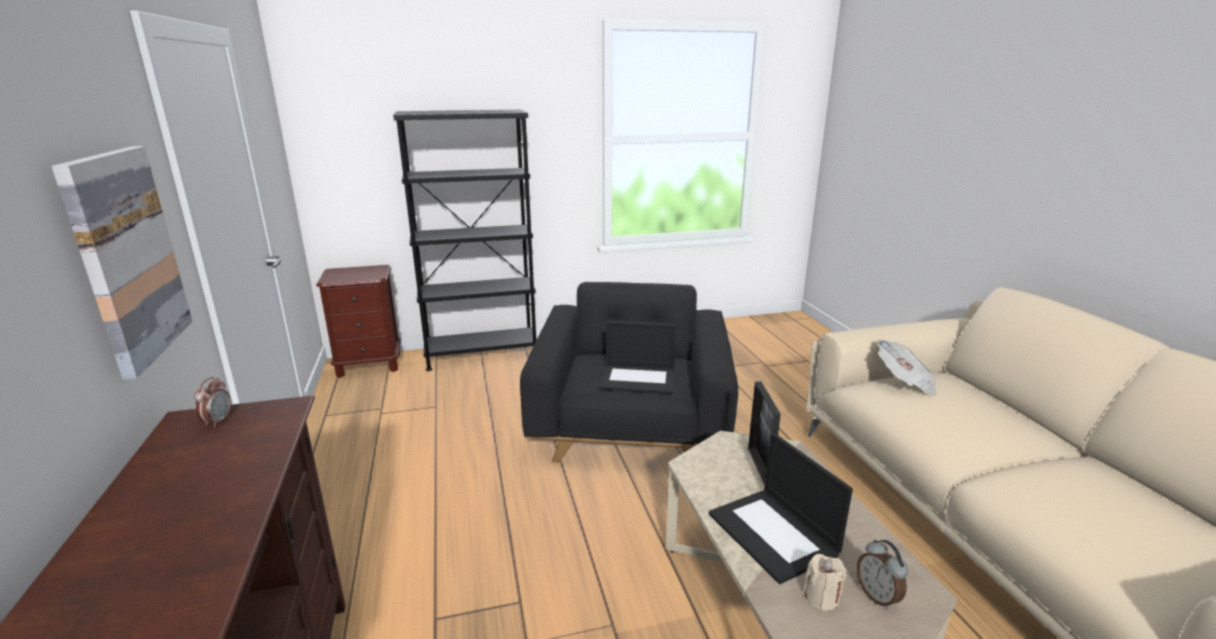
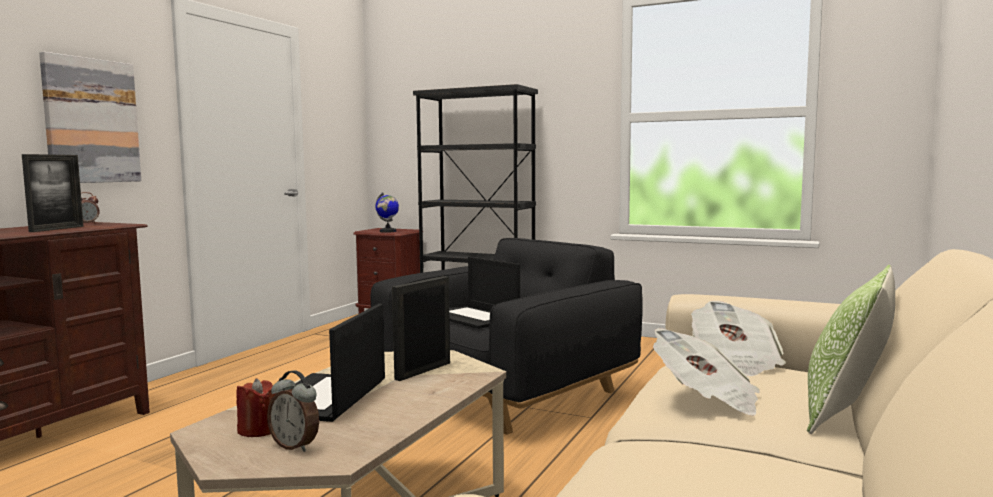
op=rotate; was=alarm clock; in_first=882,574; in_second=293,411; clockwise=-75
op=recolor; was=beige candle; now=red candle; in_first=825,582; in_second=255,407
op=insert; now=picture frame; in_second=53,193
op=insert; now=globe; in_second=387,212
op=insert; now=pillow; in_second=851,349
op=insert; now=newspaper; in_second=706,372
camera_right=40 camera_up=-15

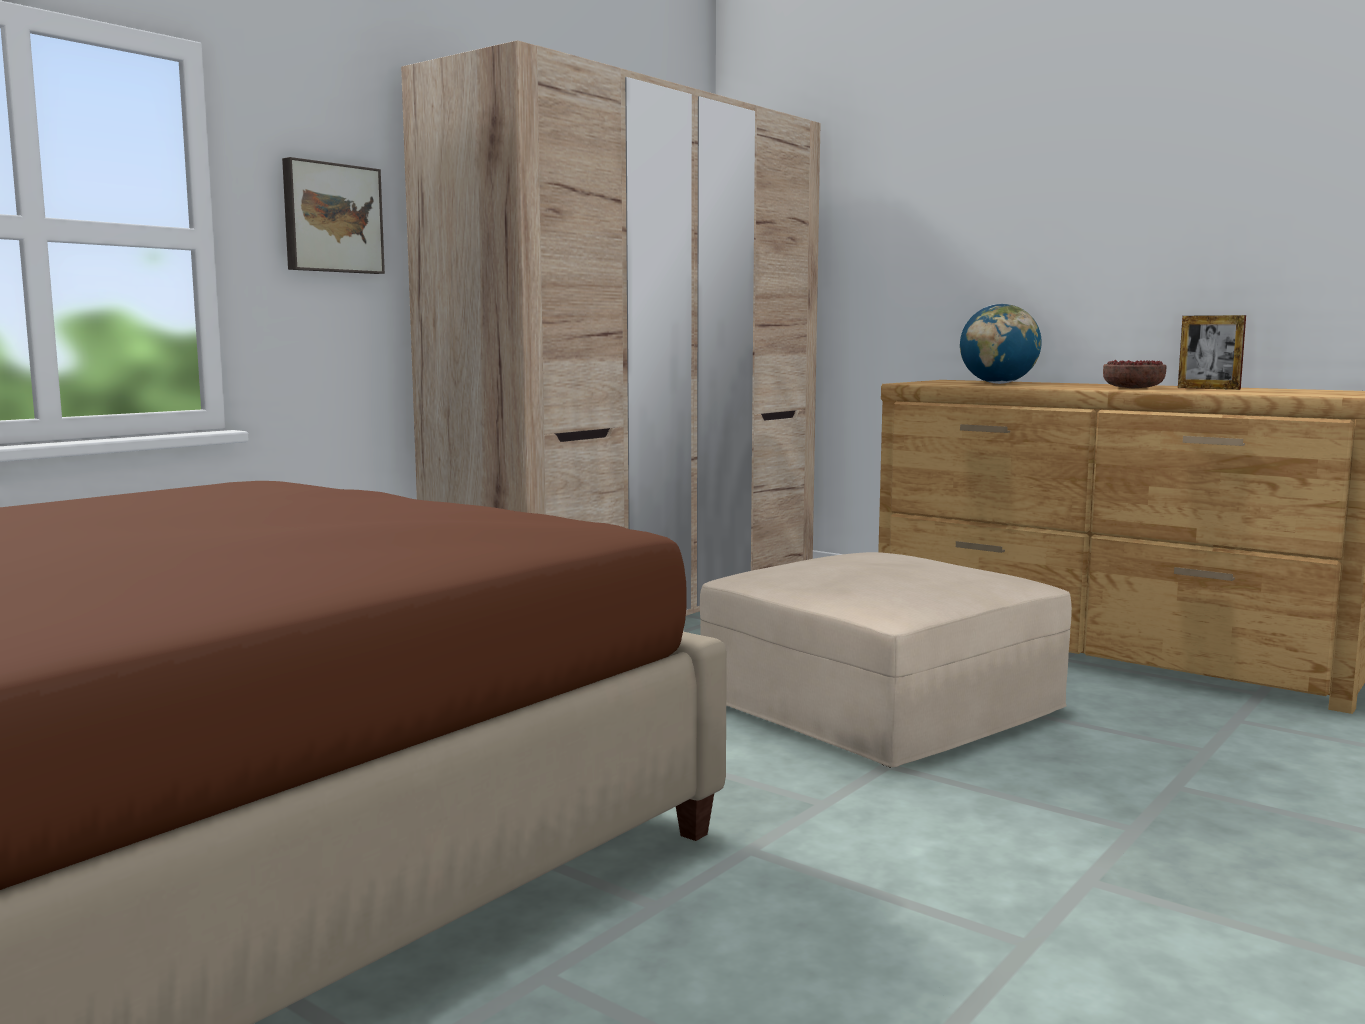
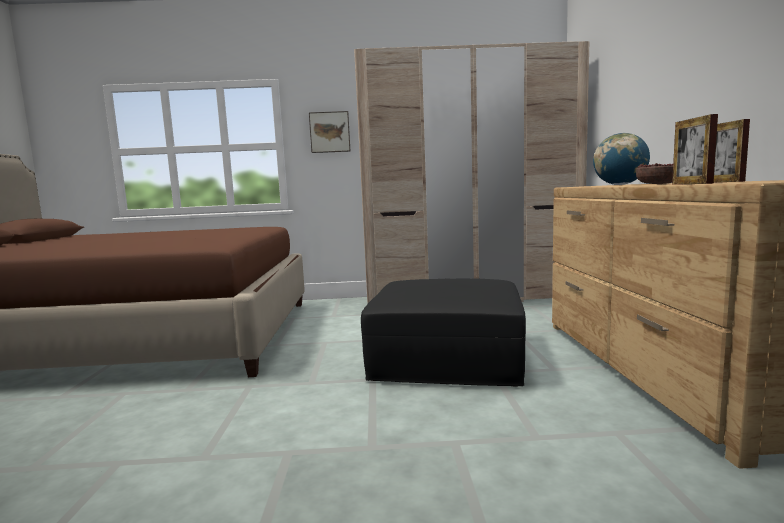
op=recolor; was=beige ottoman; now=black ottoman; in_first=886,660; in_second=443,332
op=insert; now=picture frame; in_second=695,149
camera_right=50 camera_up=0

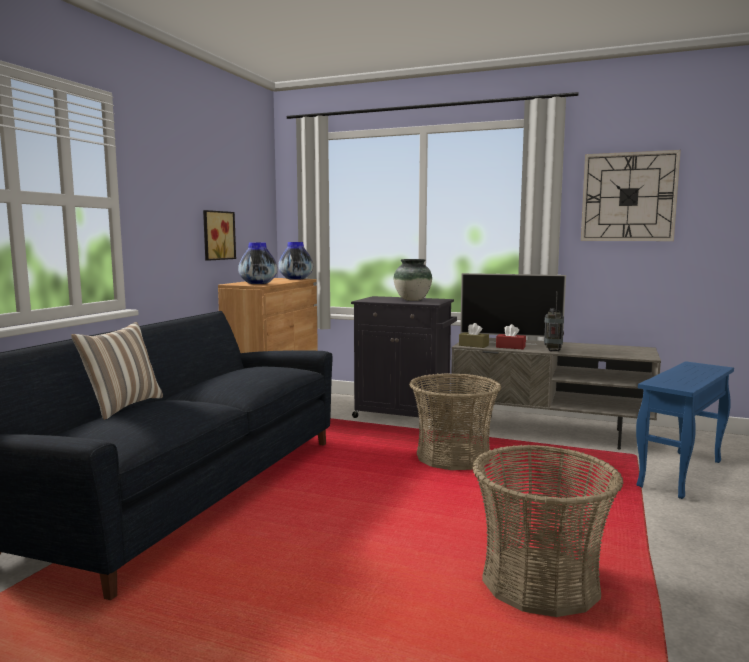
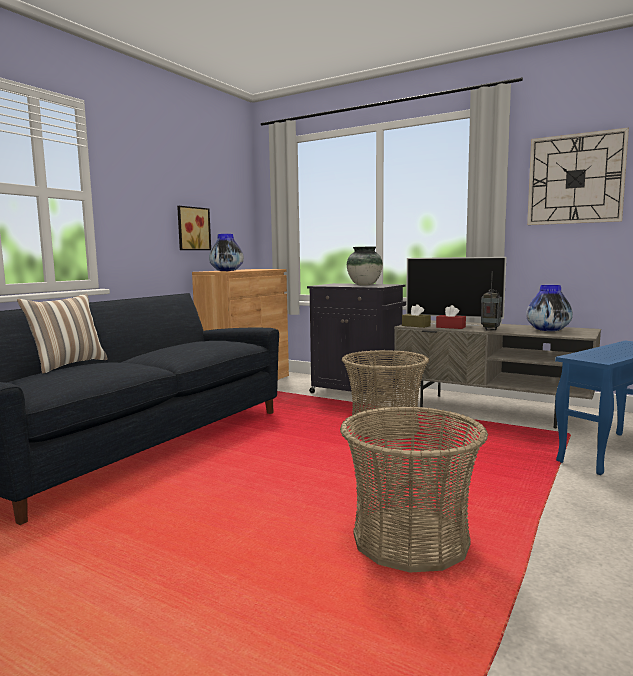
op=move; was=vase; in_first=295,261; in_second=549,308
camera_right=10 camera_up=0

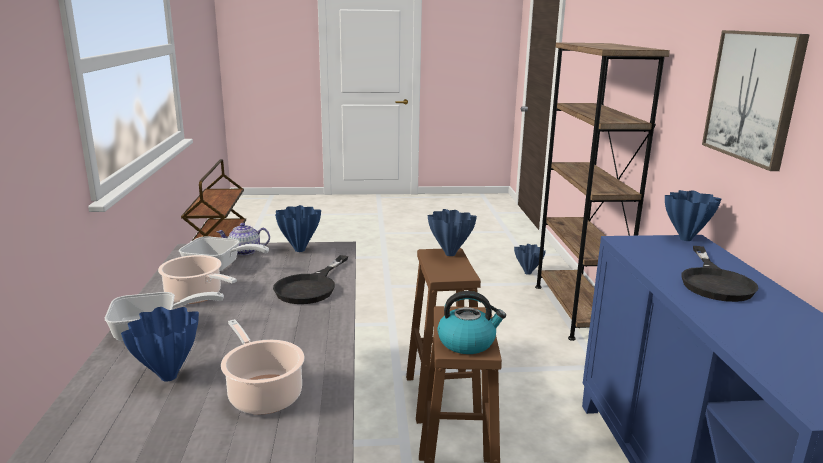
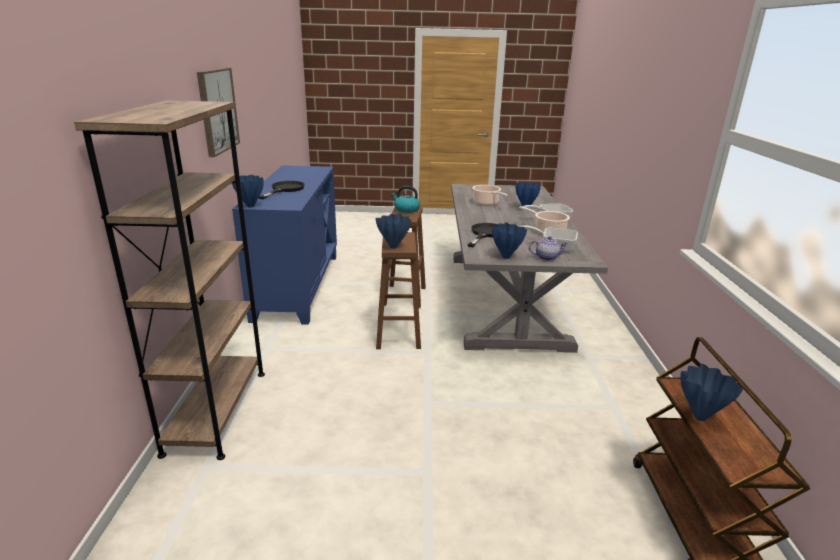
op=move; was=blue vase; in_first=530,259; in_second=711,392
camera_right=-175 camera_up=5

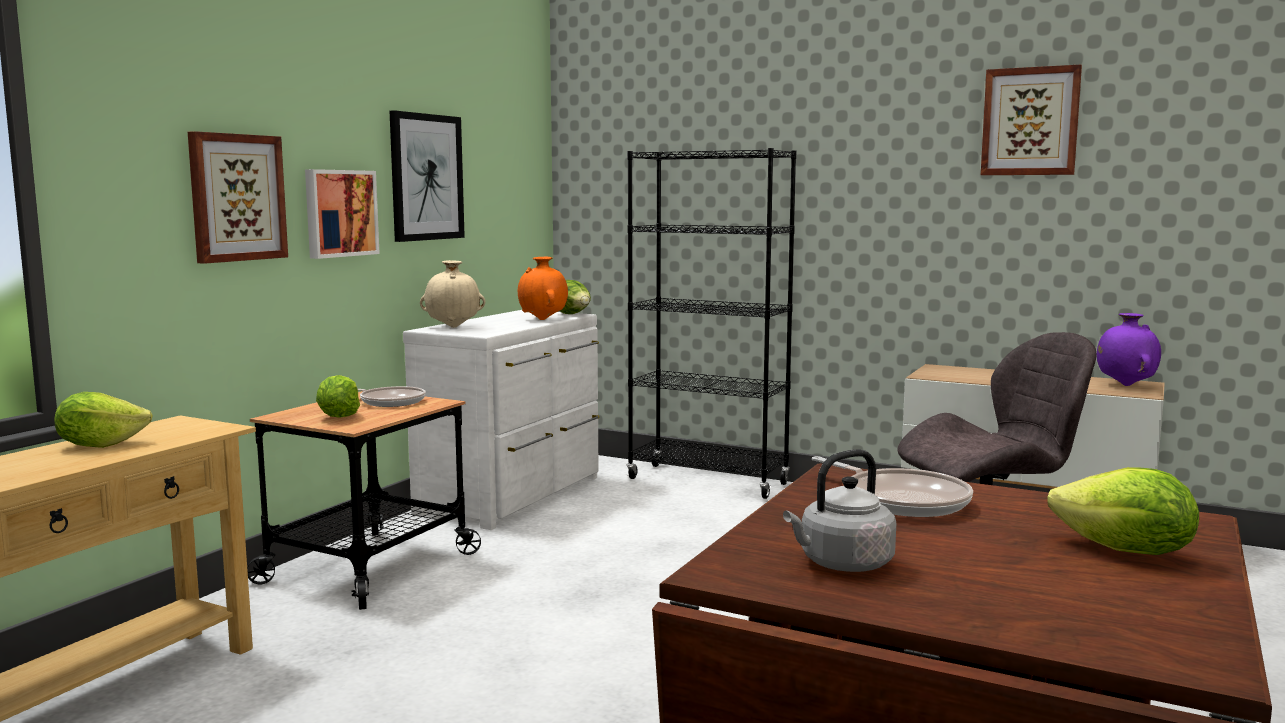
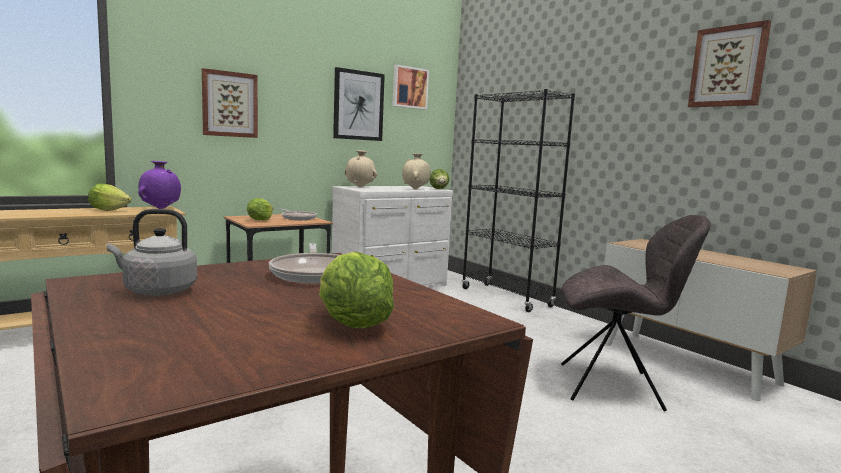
op=move; was=picture; in_first=342,214; in_second=411,87
op=recolor; was=orange vase; now=beige vase; in_first=543,288; in_second=416,171
op=move; was=purple vase; in_first=1129,349; in_second=159,185
camera_right=25 camera_up=0

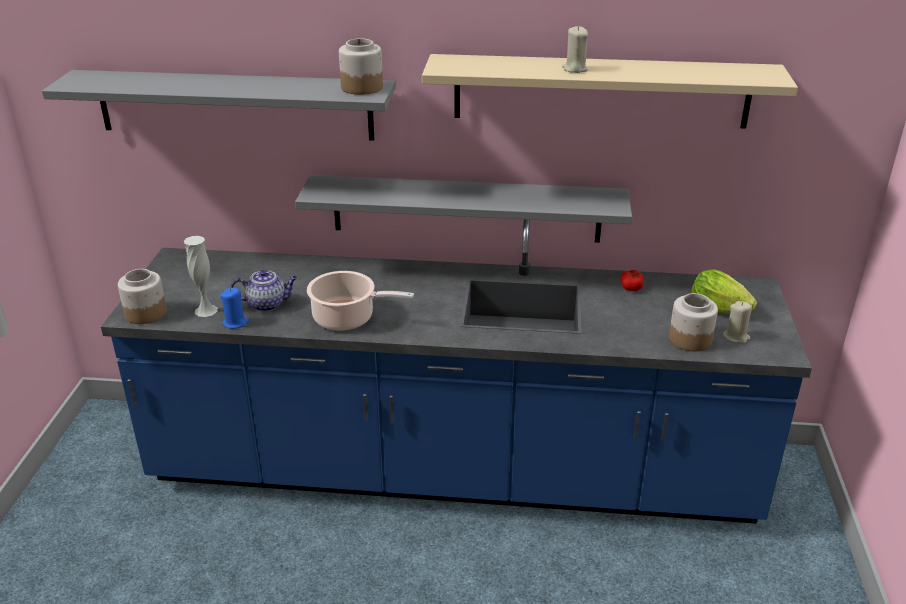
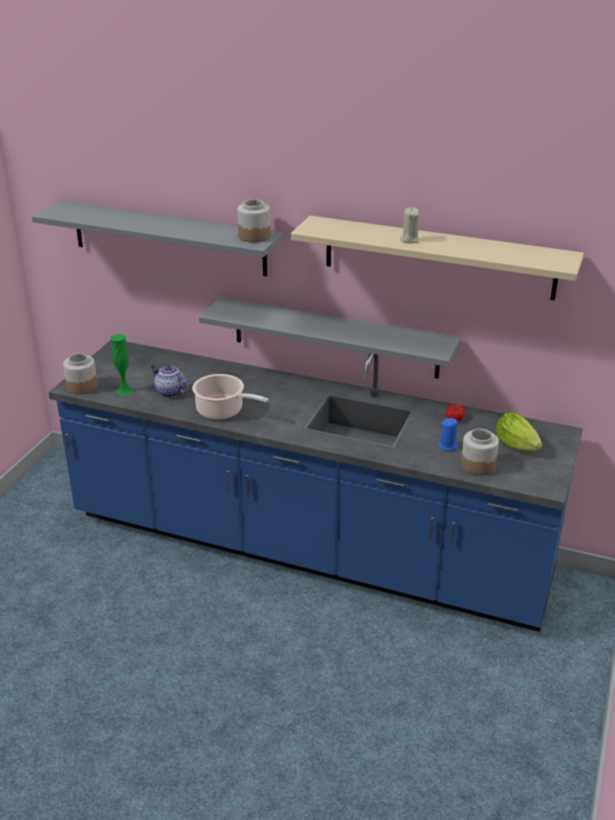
op=recolor; was=white vase; now=green vase; in_first=201,276; in_second=122,364
op=rotate; was=teapot; in_first=264,290; in_second=169,381; clockwise=-150
op=move; was=blue candle; in_first=234,308; in_second=448,434
op=delete; was=beige candle; in_first=737,322
camera_right=15 camera_up=0

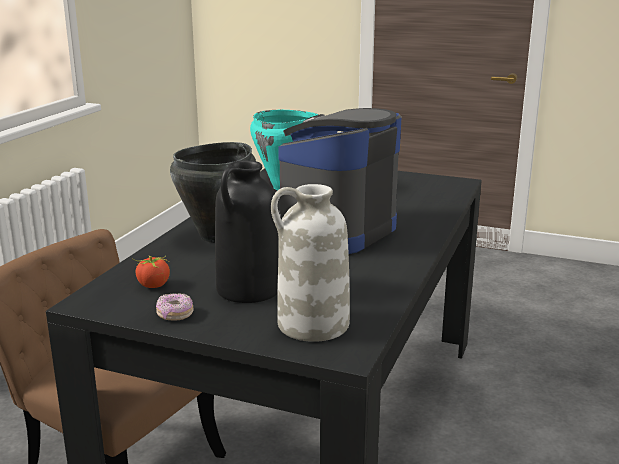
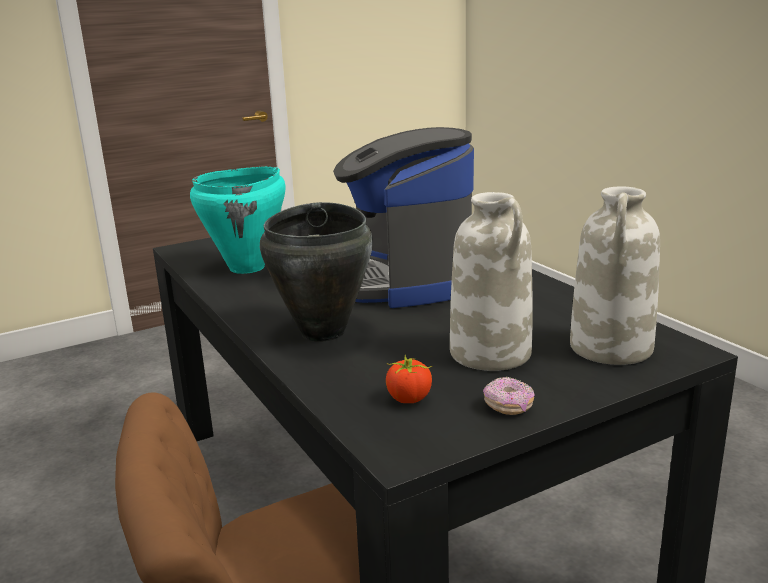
op=recolor; was=black vase; now=white vase; in_first=247,231; in_second=491,281
camera_right=-50 camera_up=0

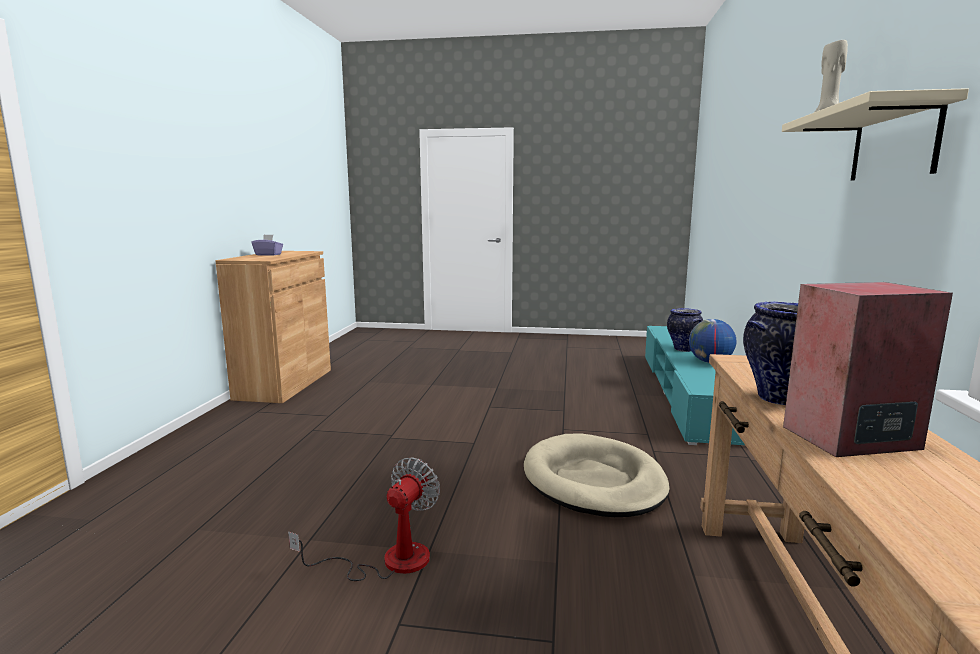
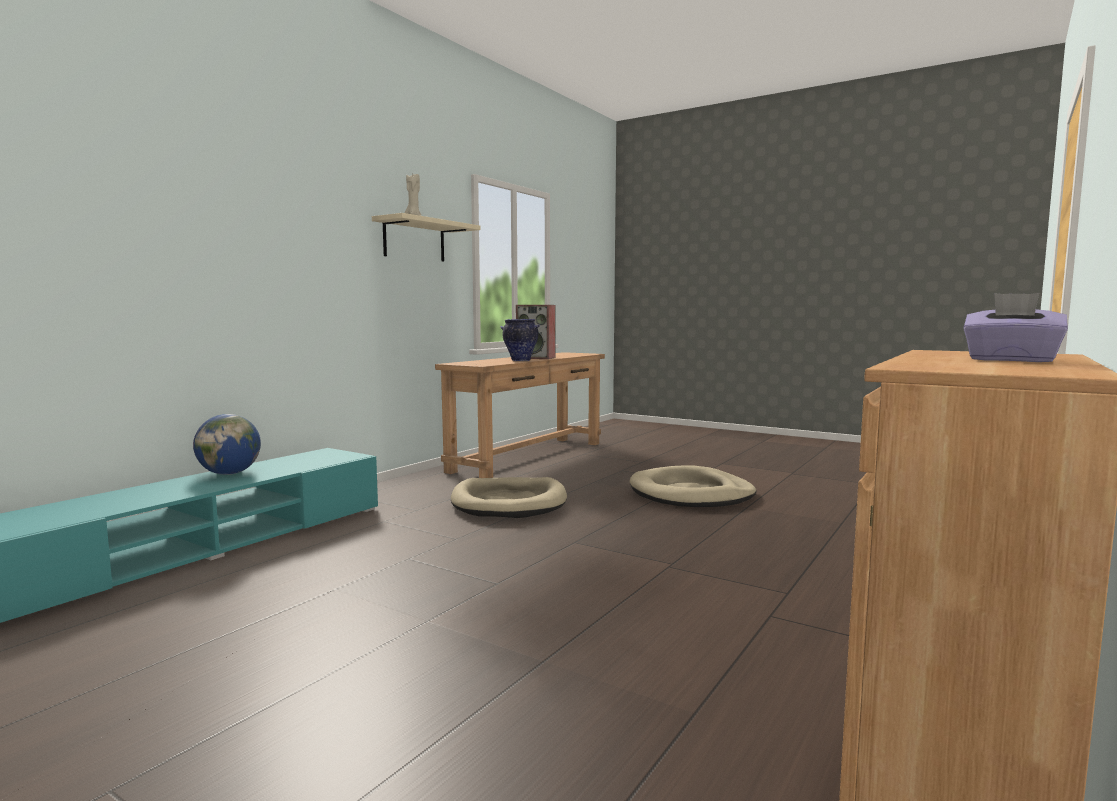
op=delete; was=vase; in_first=685,330
op=replace; was=fan; now=beige dog bed; in_first=364,519; in_second=693,486
camera_right=-155 camera_up=-5

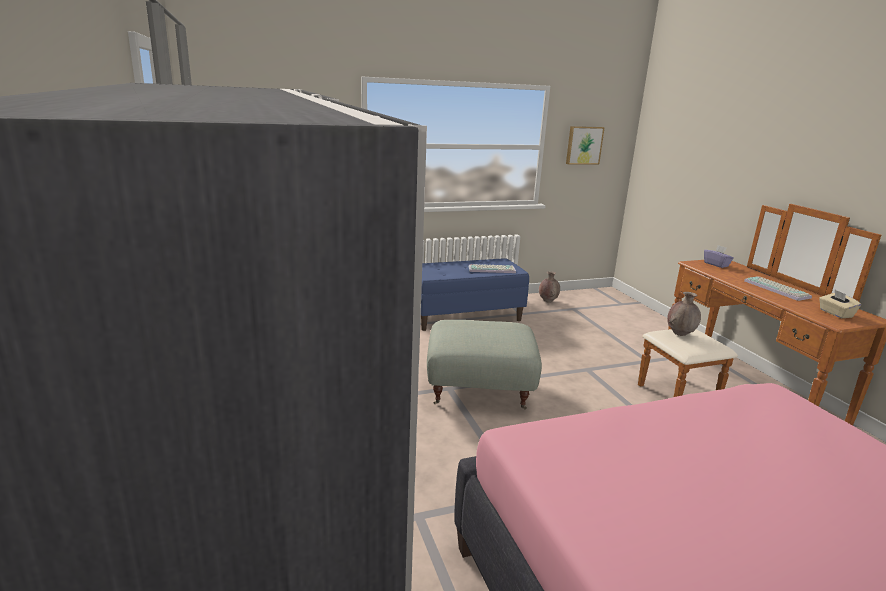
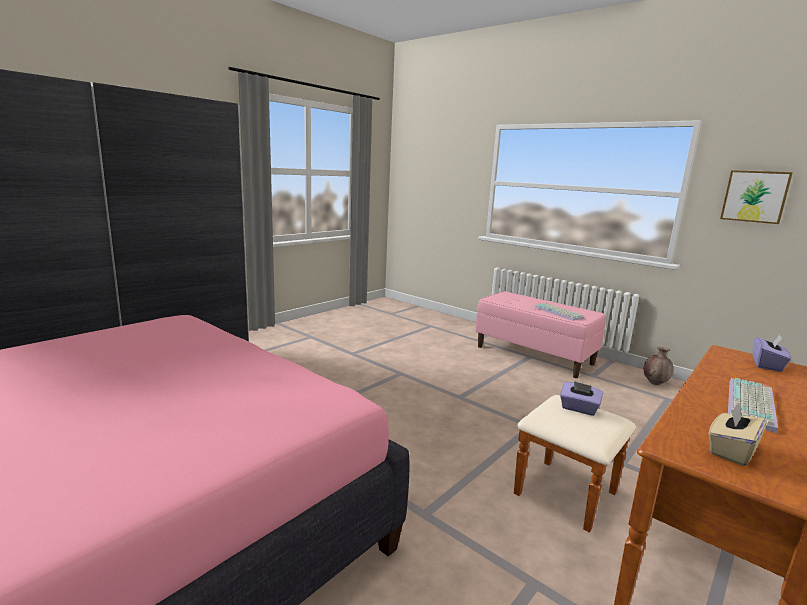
op=recolor; was=blue bench; now=pink bench; in_first=475,294; in_second=540,334
op=replace; was=brown vase; now=purple tissue box; in_first=684,314; in_second=581,398
op=delete; was=grey ottoman; in_first=484,365
camera_right=60 camera_up=-5

